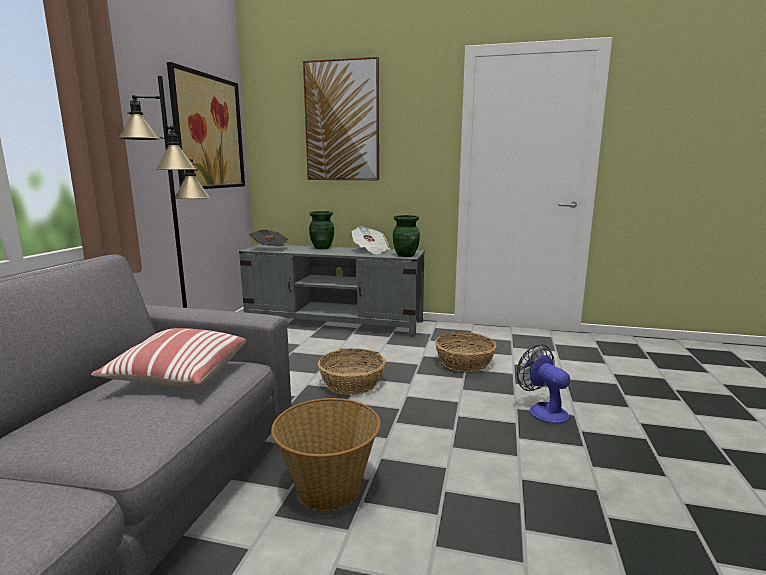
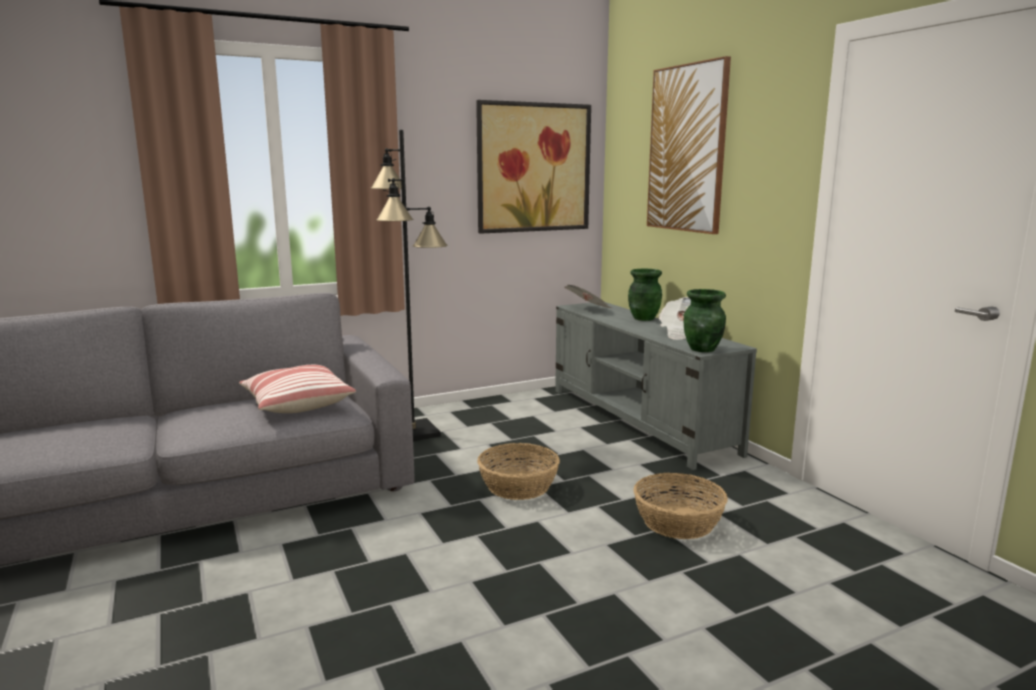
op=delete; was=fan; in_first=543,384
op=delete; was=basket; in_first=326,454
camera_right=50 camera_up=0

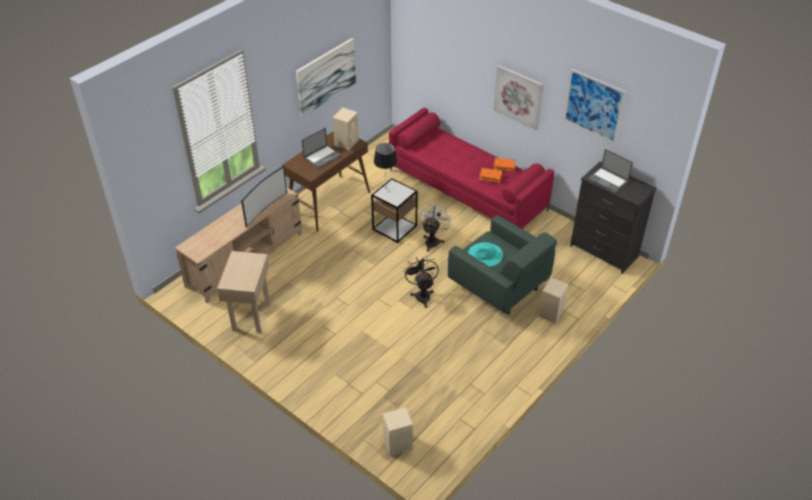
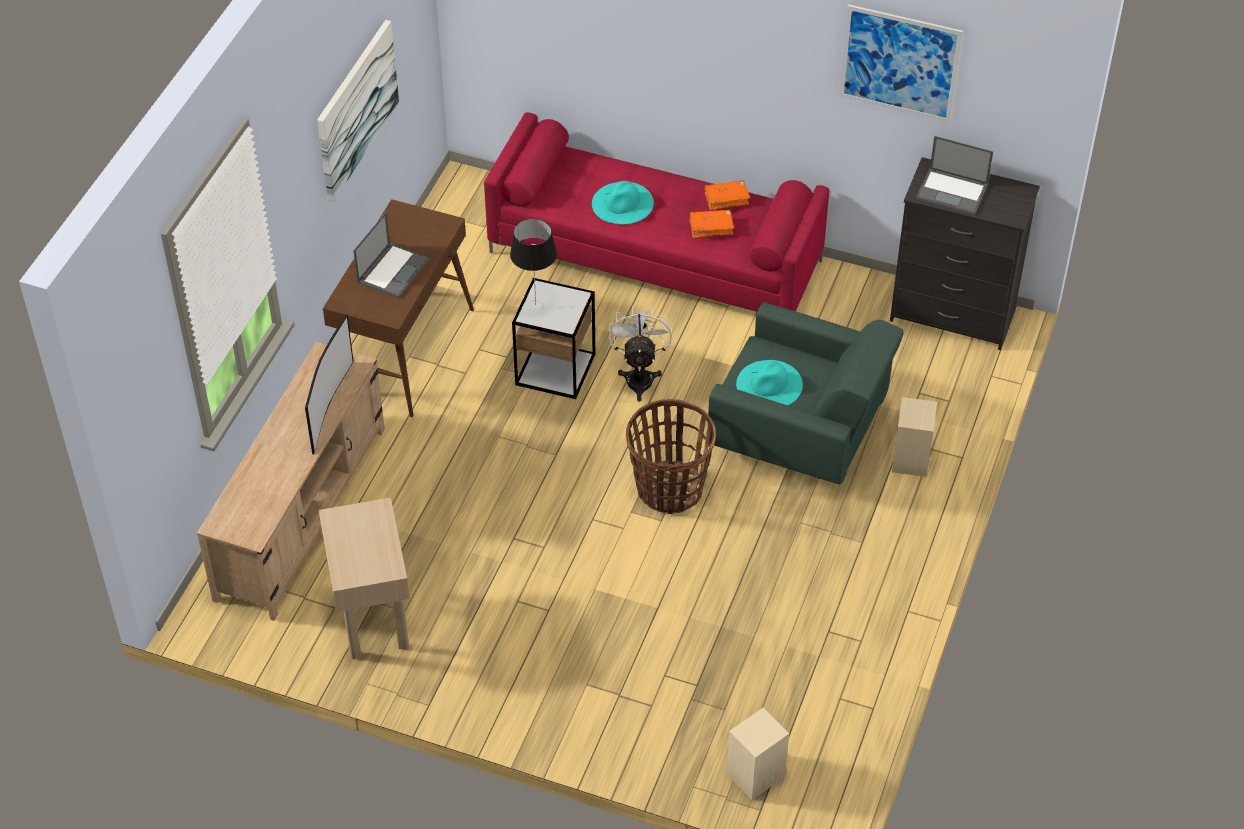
op=delete; was=picture; in_first=519,97
op=delete; was=beige speaker; in_first=346,129
op=replace; was=black fan; now=basket; in_first=421,281; in_second=671,456
op=insert; now=turquoise hat; in_second=623,202
camera_right=-20 camera_up=5

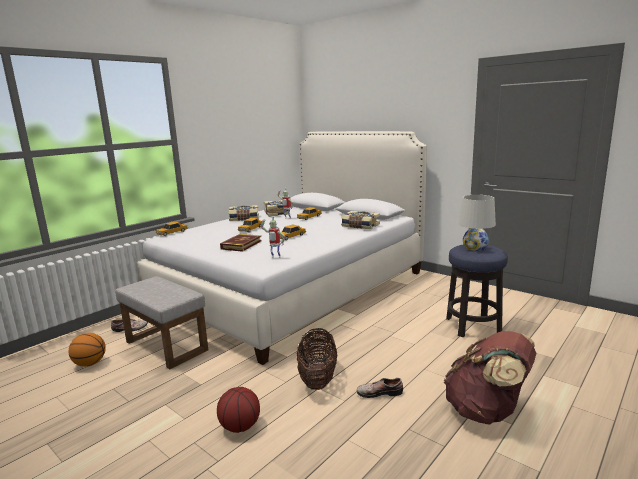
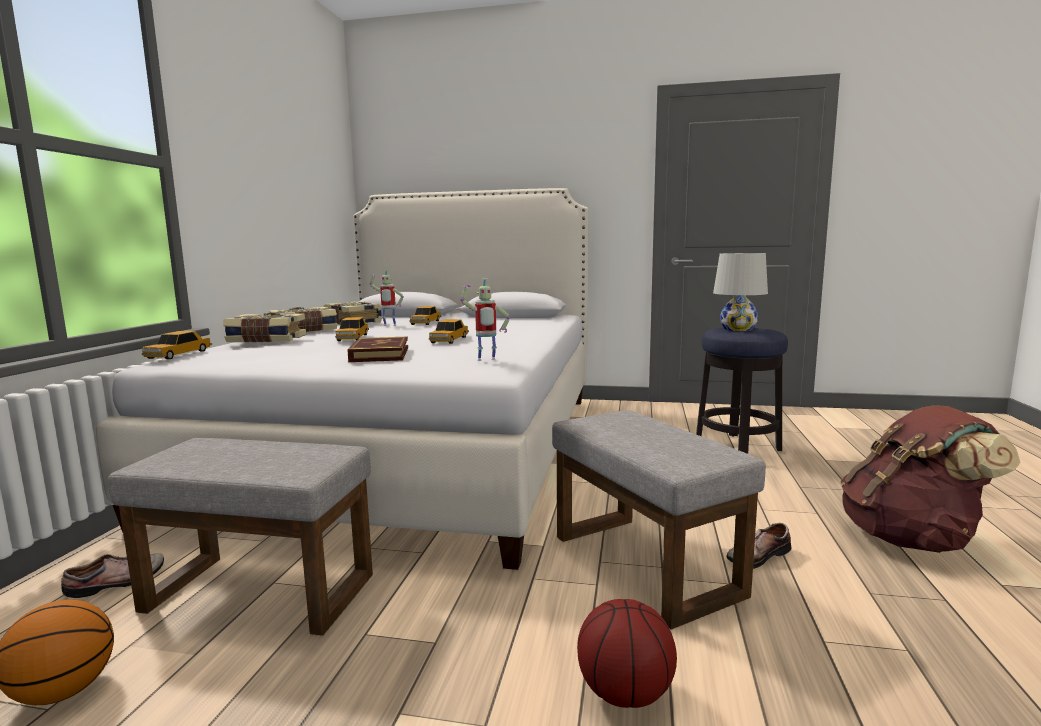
op=move; was=book; in_first=360,220; in_second=264,328
op=replace; was=basket; now=grey ottoman; in_first=317,359; in_second=659,519
camera_right=-30 camera_up=-5

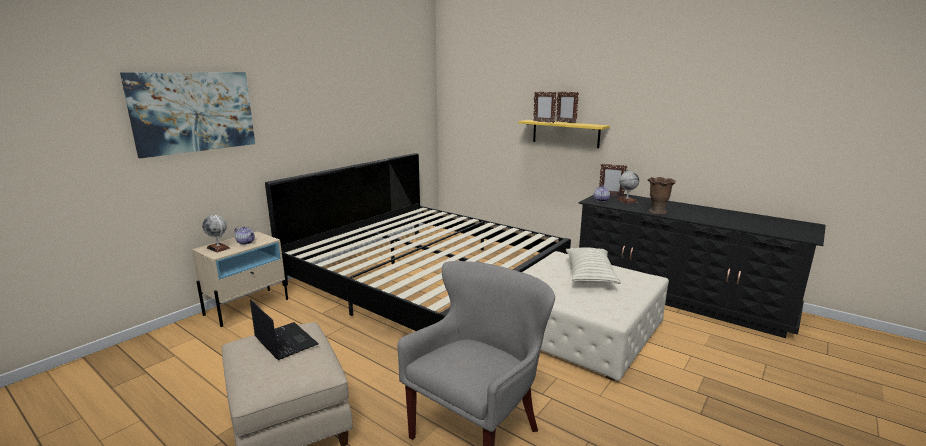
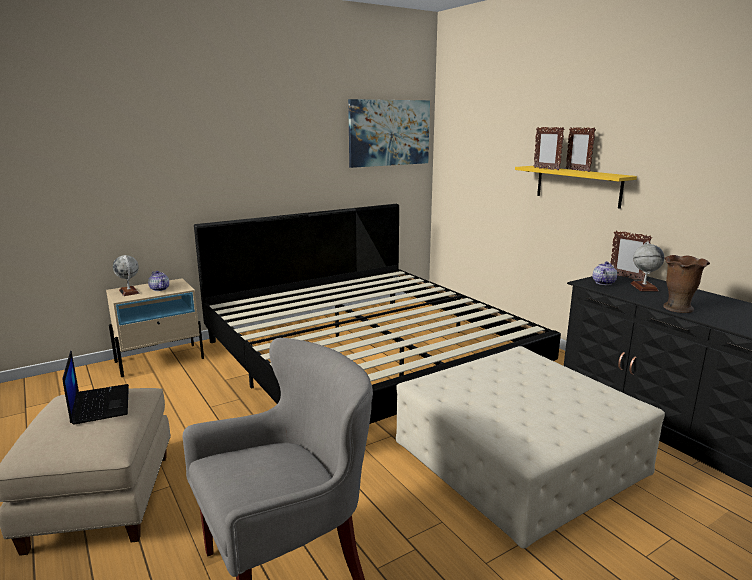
op=move; was=picture; in_first=187,115; in_second=389,133
op=delete; was=pillow; in_first=593,265
camera_right=20 camera_up=0

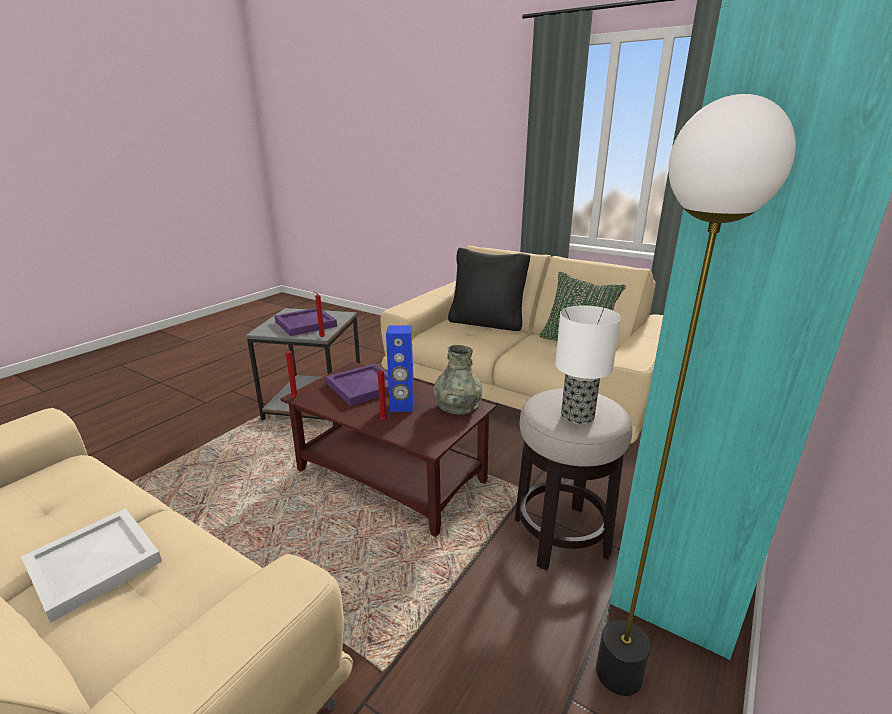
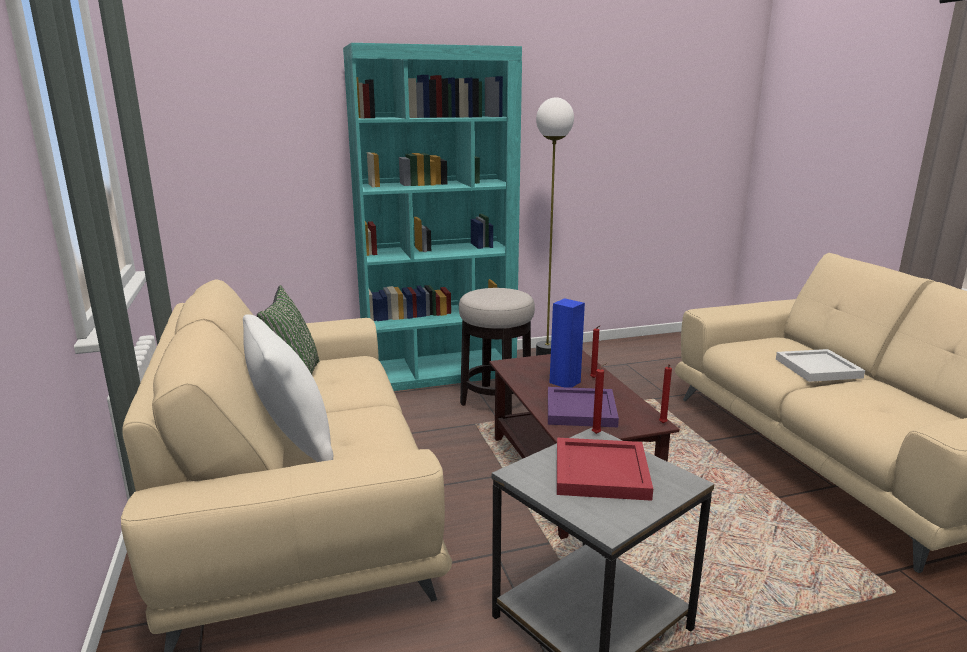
op=recolor; was=black pillow; now=white pillow; in_first=489,289; in_second=288,388
op=delete; was=table lamp; in_first=588,365
op=recolor; was=purple tray; now=red tray; in_first=306,322; in_second=605,469
op=delete; was=grey vase; in_first=457,380
camera_right=-140 camera_up=-5

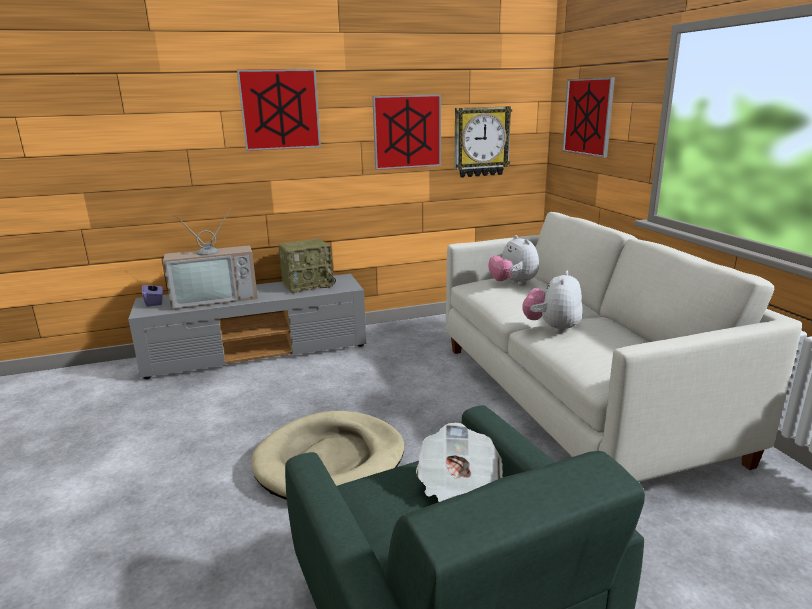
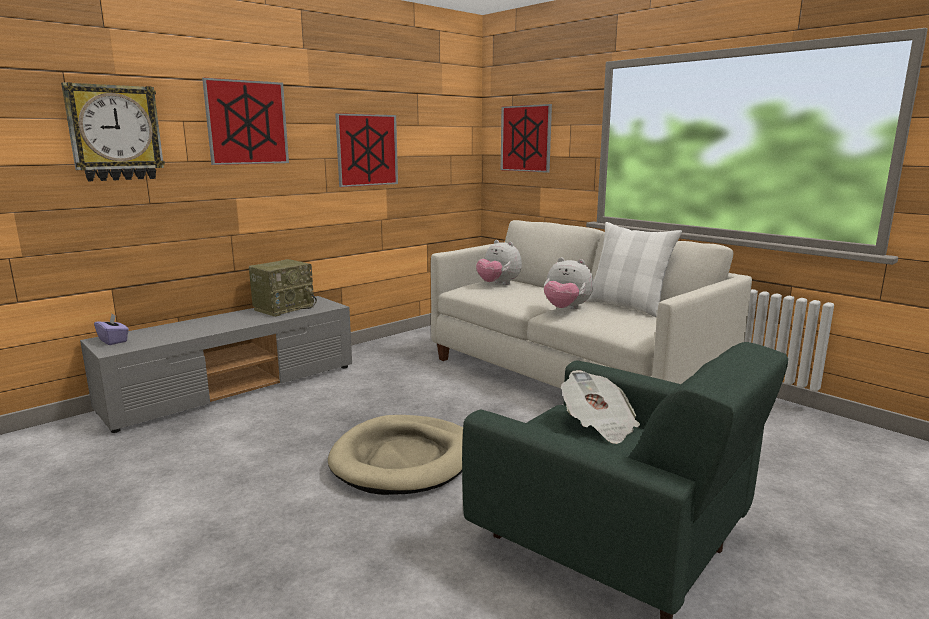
op=move; was=wall clock; in_first=483,142; in_second=113,131
op=delete; was=television; in_first=210,259
op=rotate; was=plush toy; in_first=552,302; in_second=569,283; clockwise=-60
op=insert; now=white pillow; in_second=634,269
camera_right=-25 camera_up=-5

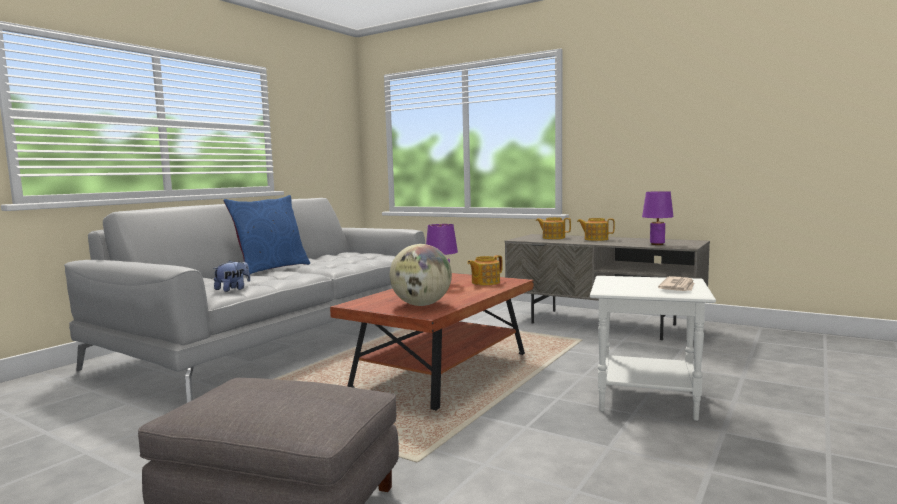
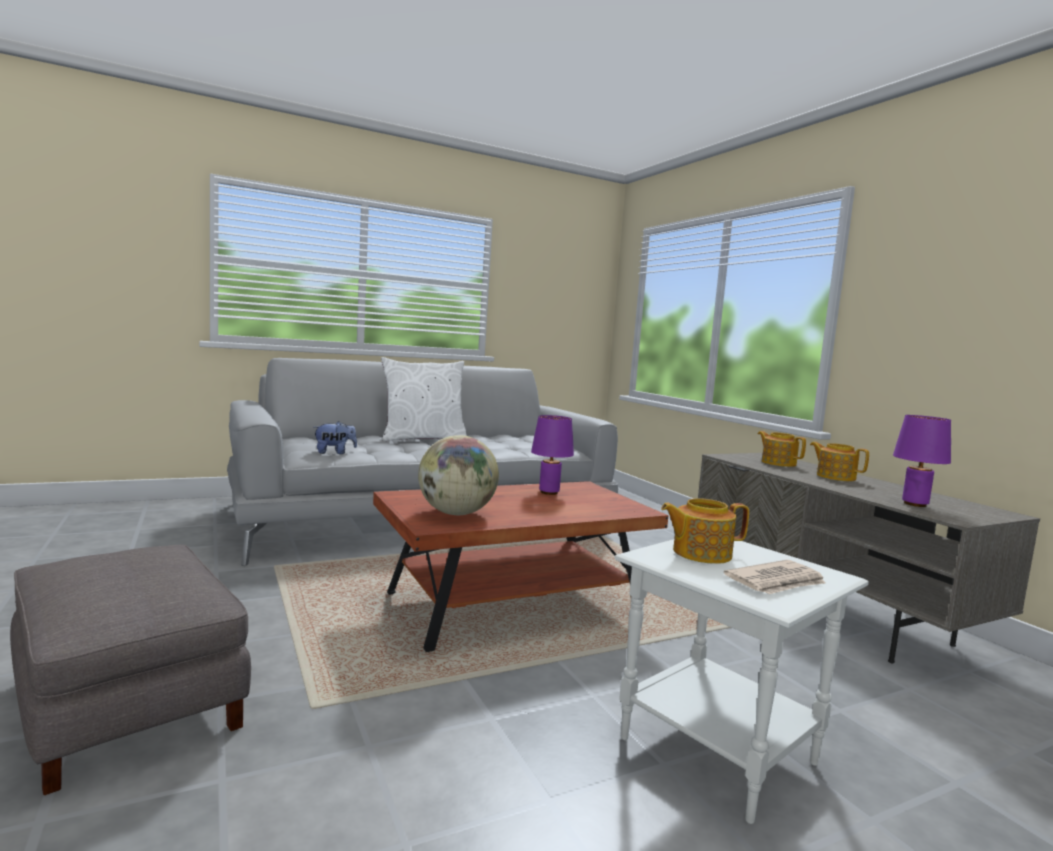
op=recolor; was=blue pillow; now=white pillow; in_first=266,234; in_second=424,399
op=move; was=teapot; in_first=485,270; in_second=705,531
camera_right=30 camera_up=0

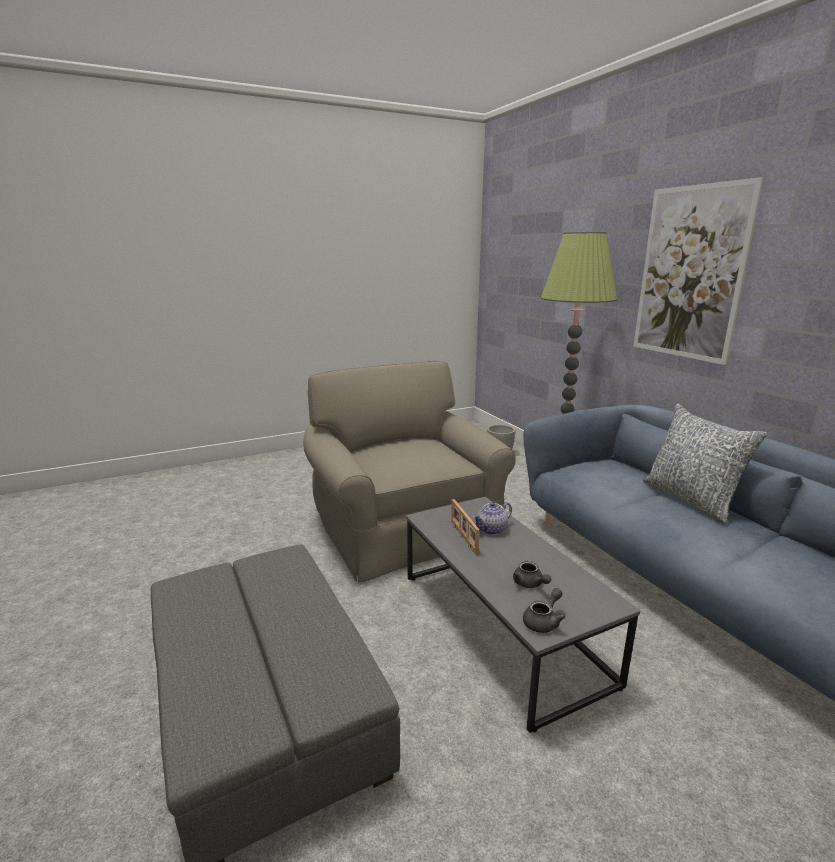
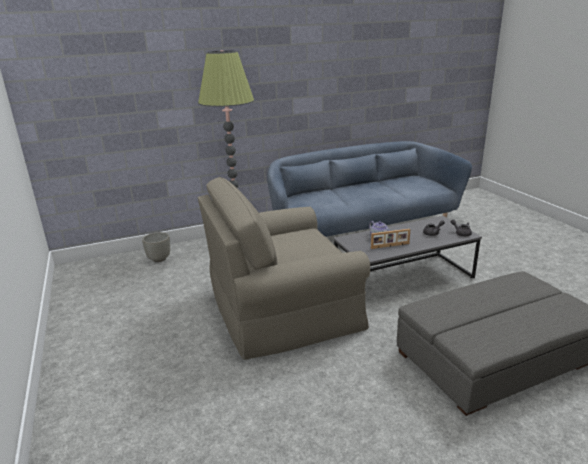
op=delete; was=picture; in_first=698,271
op=delete; was=pillow; in_first=705,464
camera_right=-85 camera_up=5

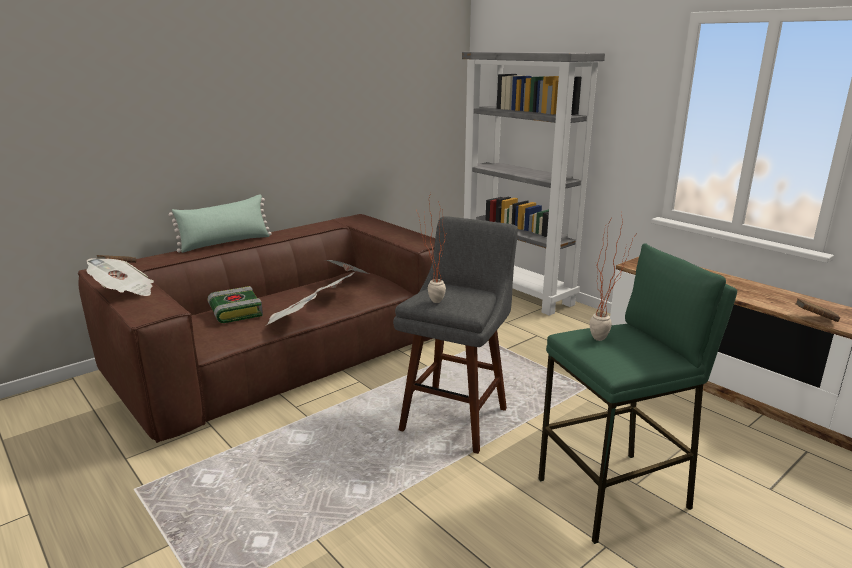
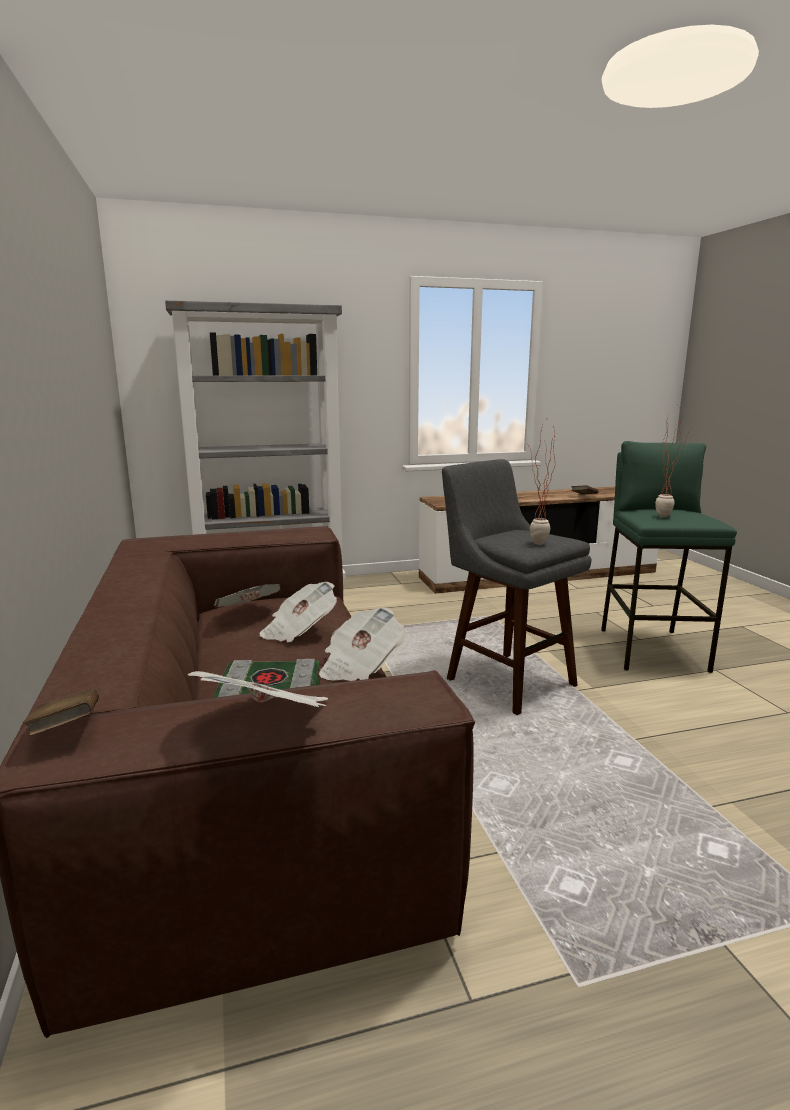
op=delete; was=green pillow; in_first=220,224
camera_right=-65 camera_up=-5

